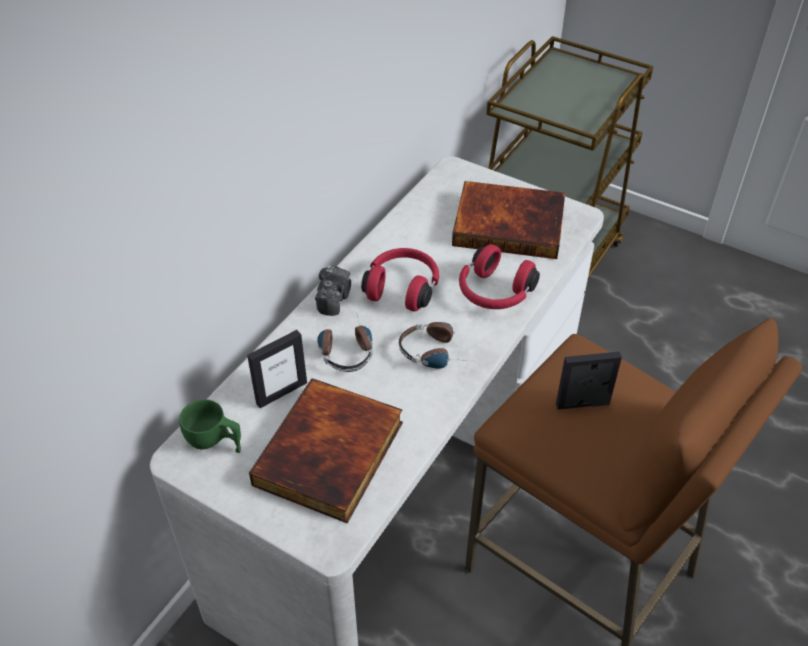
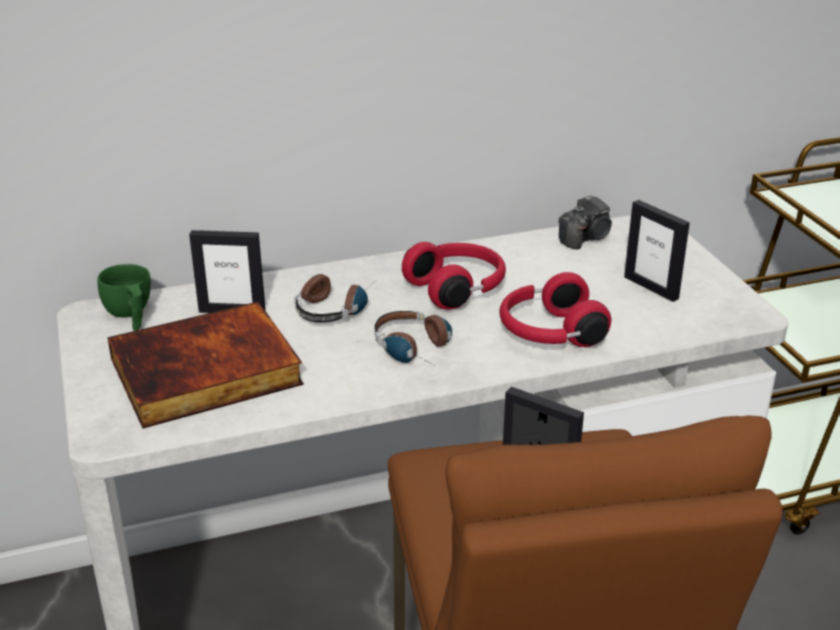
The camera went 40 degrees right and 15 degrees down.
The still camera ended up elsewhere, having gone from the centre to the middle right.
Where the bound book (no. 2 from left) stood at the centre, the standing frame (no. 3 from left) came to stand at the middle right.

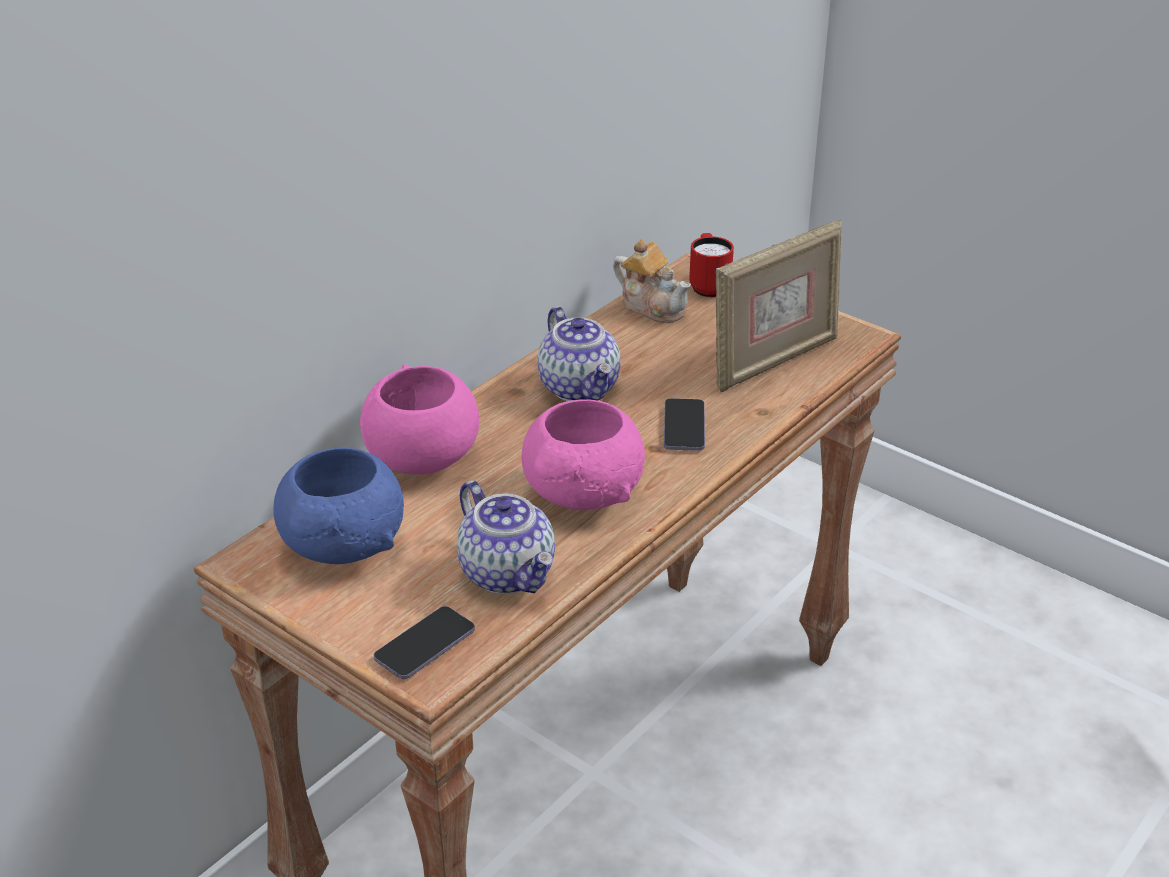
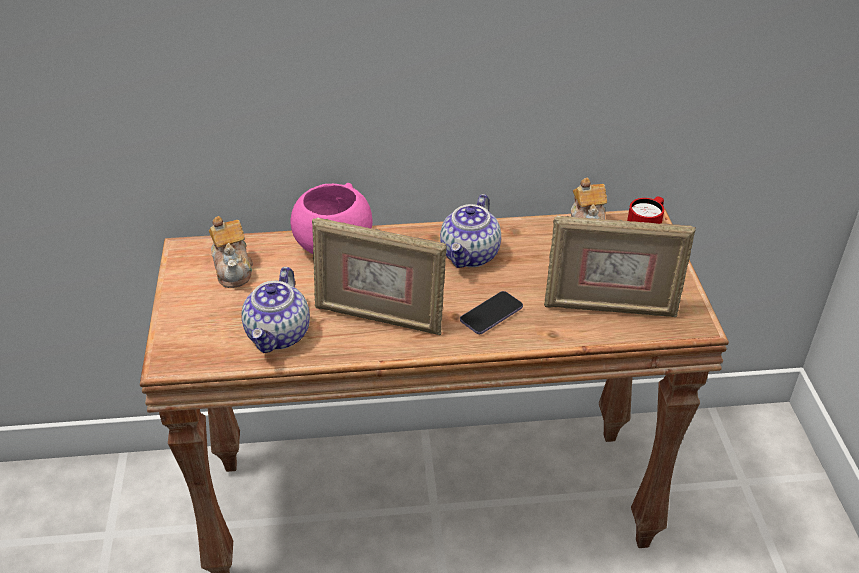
The camera went 45 degrees right and 5 degrees up.
The second view lost the telephone (no. 1 from left) at the bottom centre.
Where the blue-coloured serving bowl stood at the middle left, the tea pot (no. 1 from left) came to stand at the middle left.
Where the pinkish serving bowl (no. 2 from left) stood at the centre, the standing frame (no. 1 from left) came to stand at the centre.

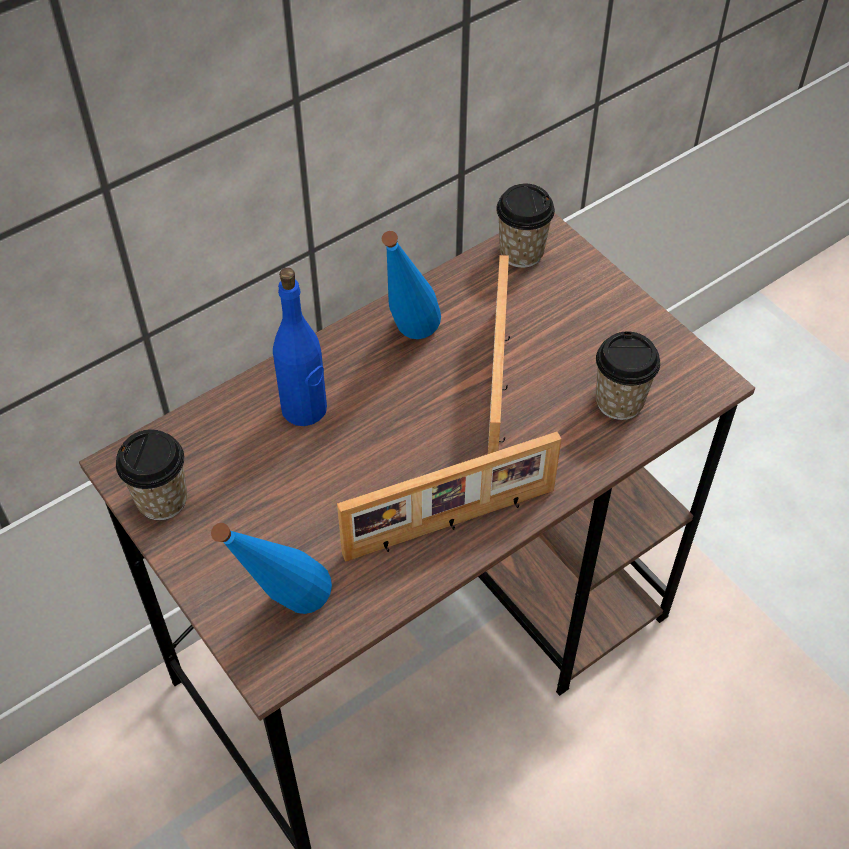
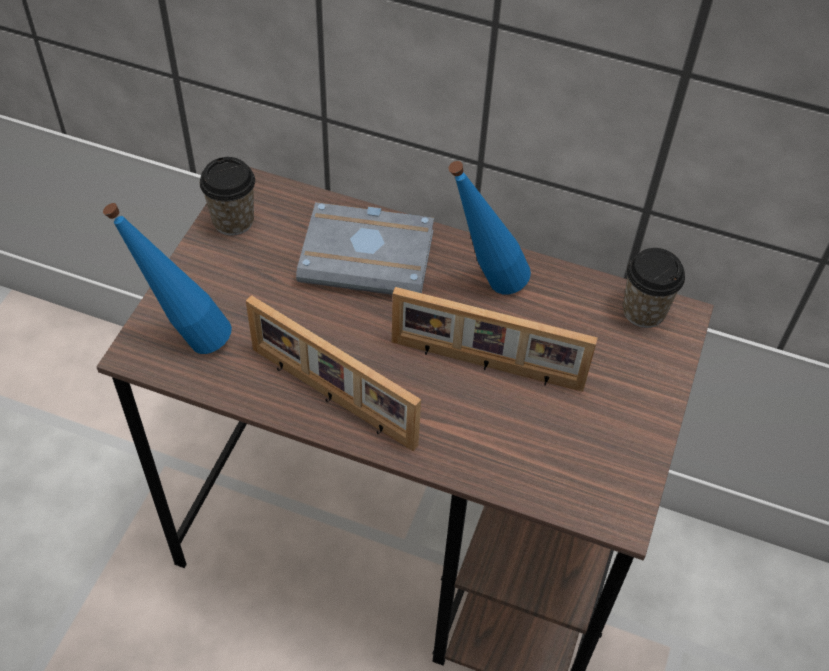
The camera went 55 degrees right and 0 degrees up.
The second view lost the drinking cup (no. 3 from left) at the middle right.
Where the blue-coloured drink bottle (no. 2 from left) stood at the centre, the greyish bound book came to stand at the centre.
The standing frame (no. 2 from left) at the centre ended up facing another way, 45 degrees clockwise from before.

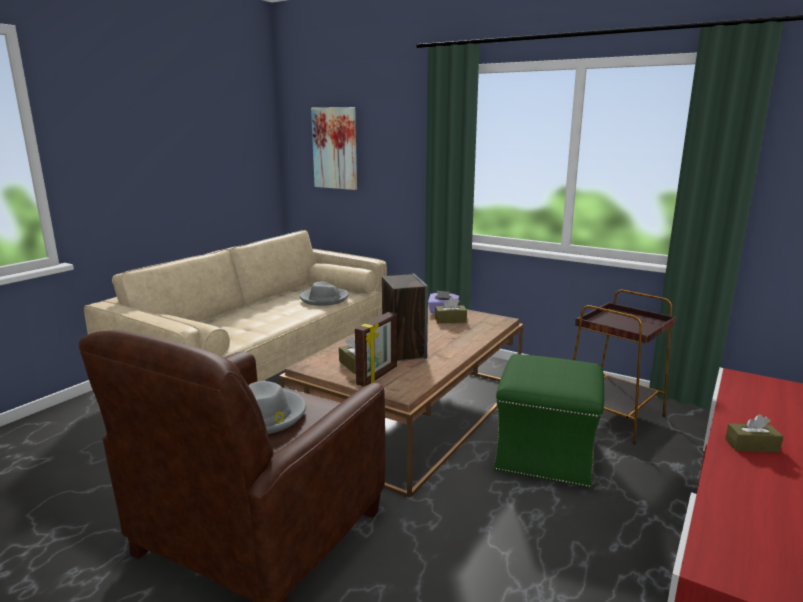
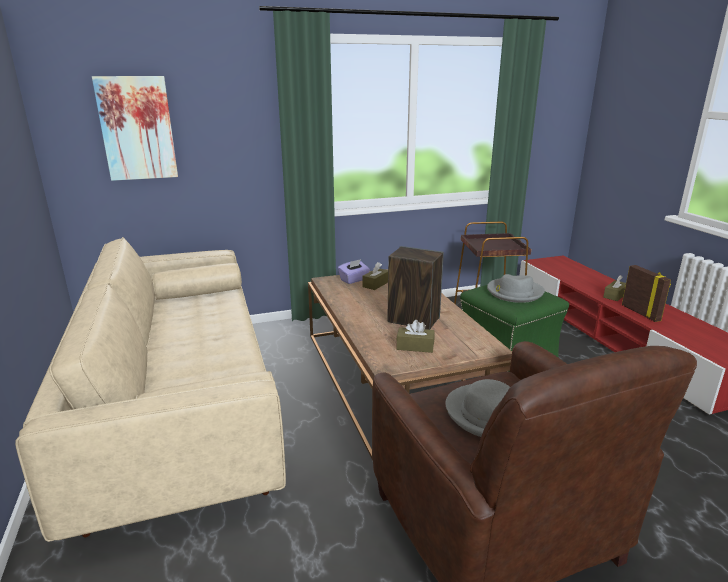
The camera went 50 degrees left and 5 degrees up.
The greyish wearable hat (no. 2 from left) ended up elsewhere, having gone from the centre to the middle right.
The standing frame ended up elsewhere, having gone from the centre to the middle right.

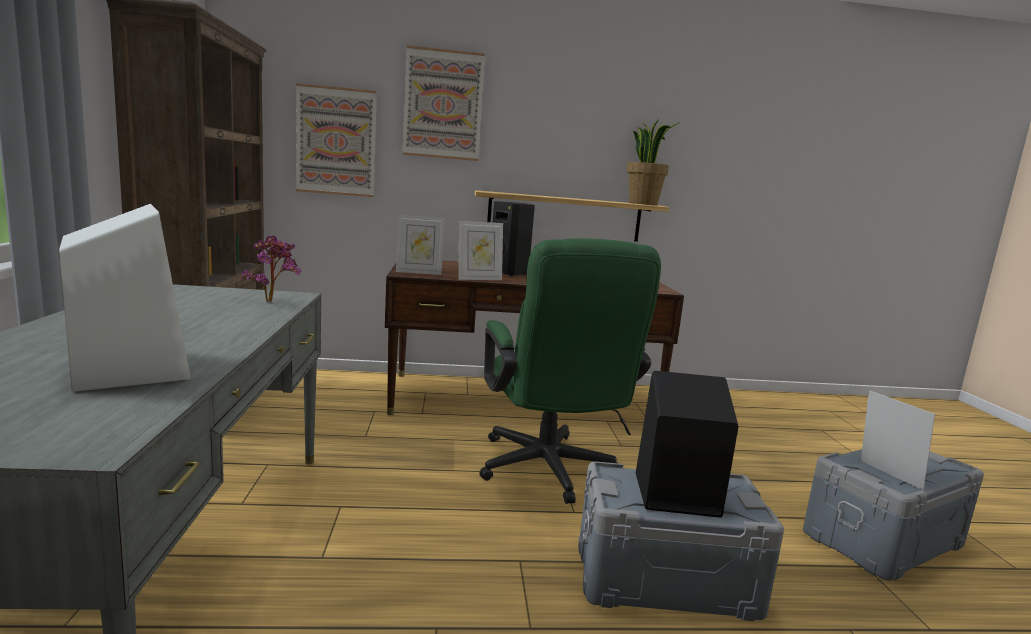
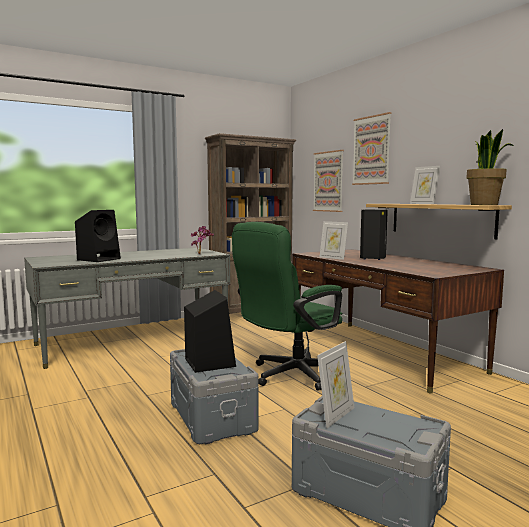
The camera went 65 degrees right and 5 degrees down.
The standing frame (no. 1 from left in the first image) ended up elsewhere, having gone from the centre to the middle right.
What was the white speaker at the middle left turned into the black speaker (no. 1 from left) at the middle left.

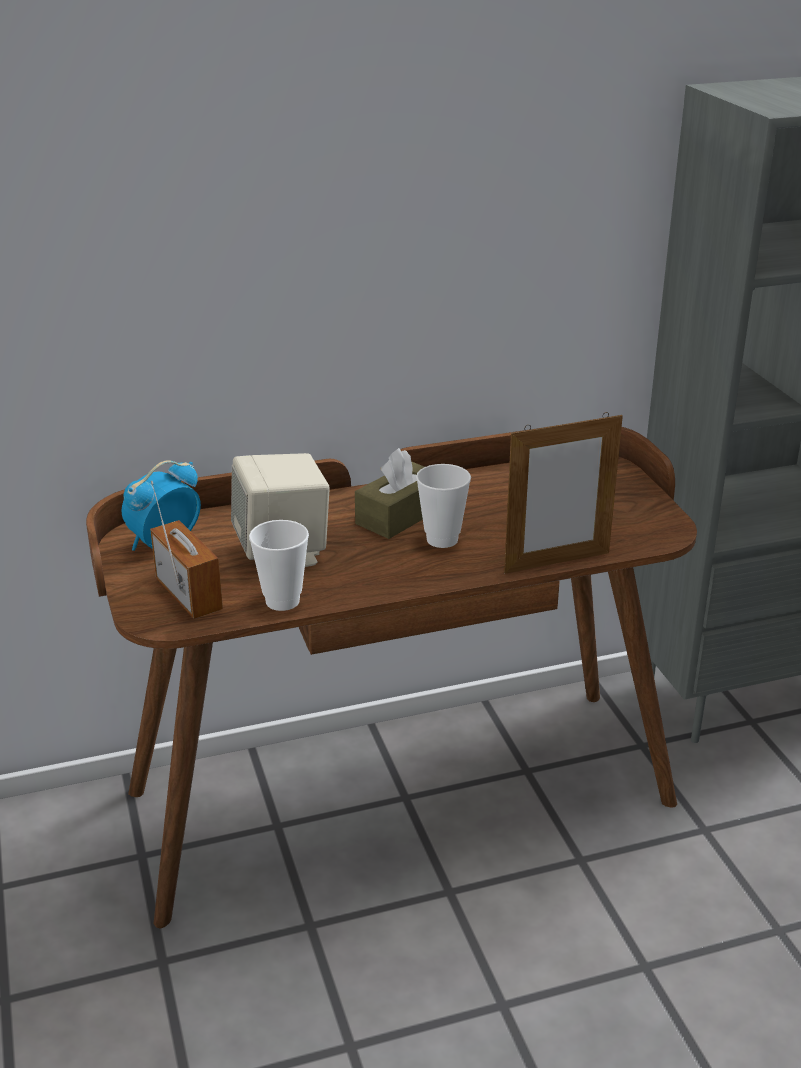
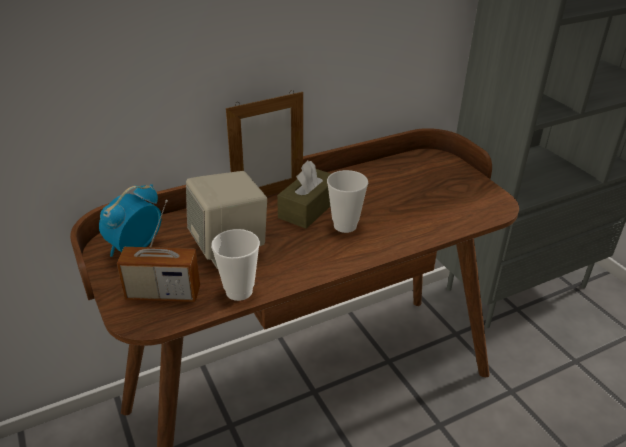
The camera went 10 degrees left and 5 degrees up.
The standing frame ended up elsewhere, having gone from the middle right to the top centre.
The radio set at the middle left ended up facing another way, 135 degrees clockwise from before.

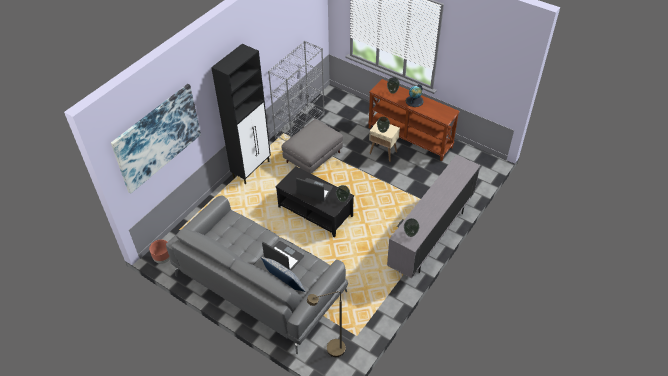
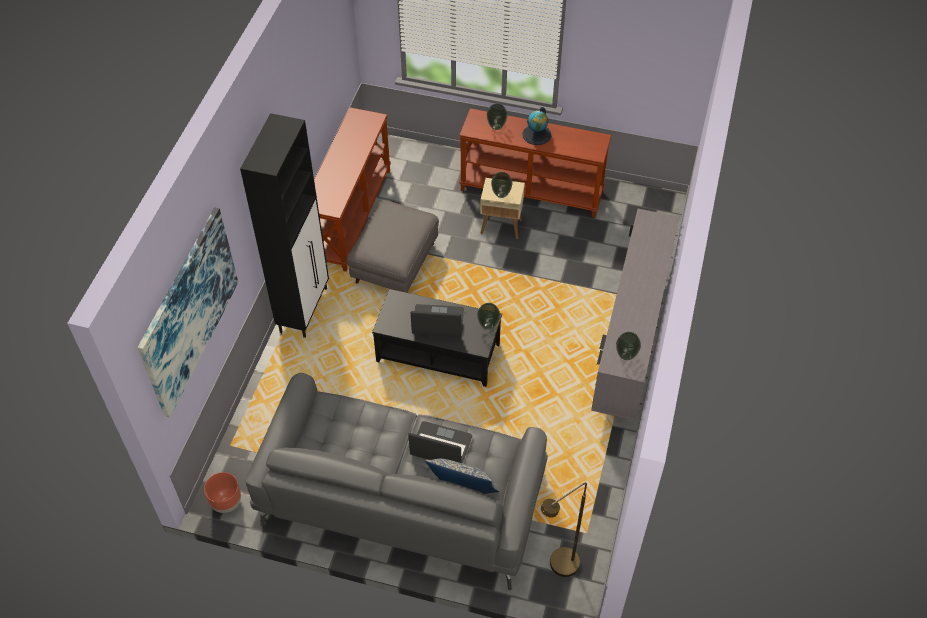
The camera went 20 degrees left and 5 degrees up.
Where the greyish shelving unit stood at the top centre, the brown-coloured console table (no. 1 from left) came to stand at the top centre.

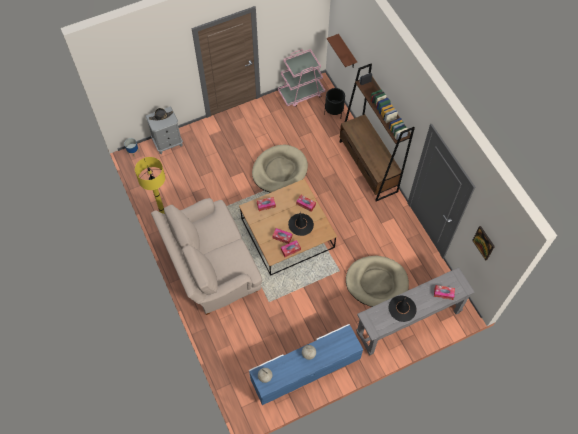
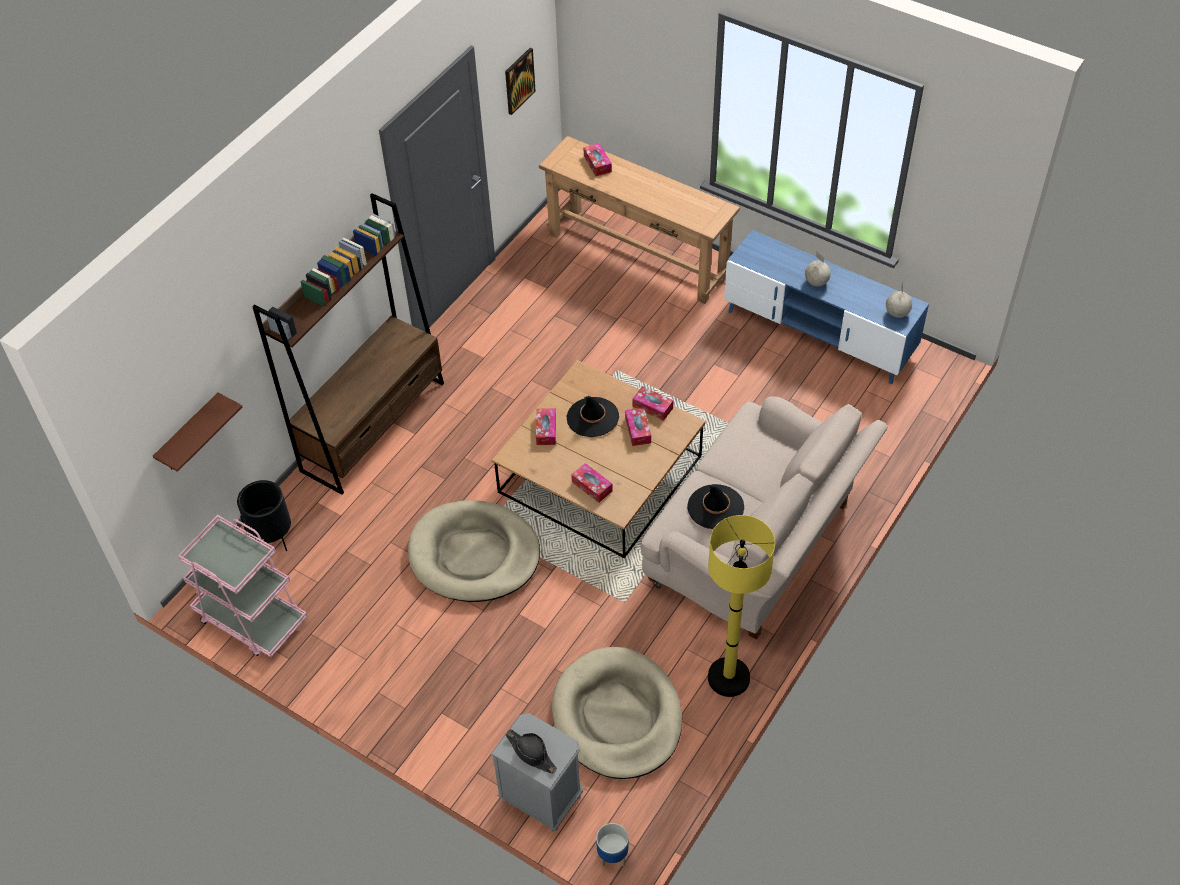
The camera went 120 degrees left and 10 degrees down.
The beige pet bed (no. 2 from left) ended up elsewhere, having gone from the centre to the bottom centre.
The black wearable hat (no. 3 from left) ended up elsewhere, having gone from the bottom right to the centre.
What was the greyish console table at the bottom right turned into the brown-coloured console table at the top centre.

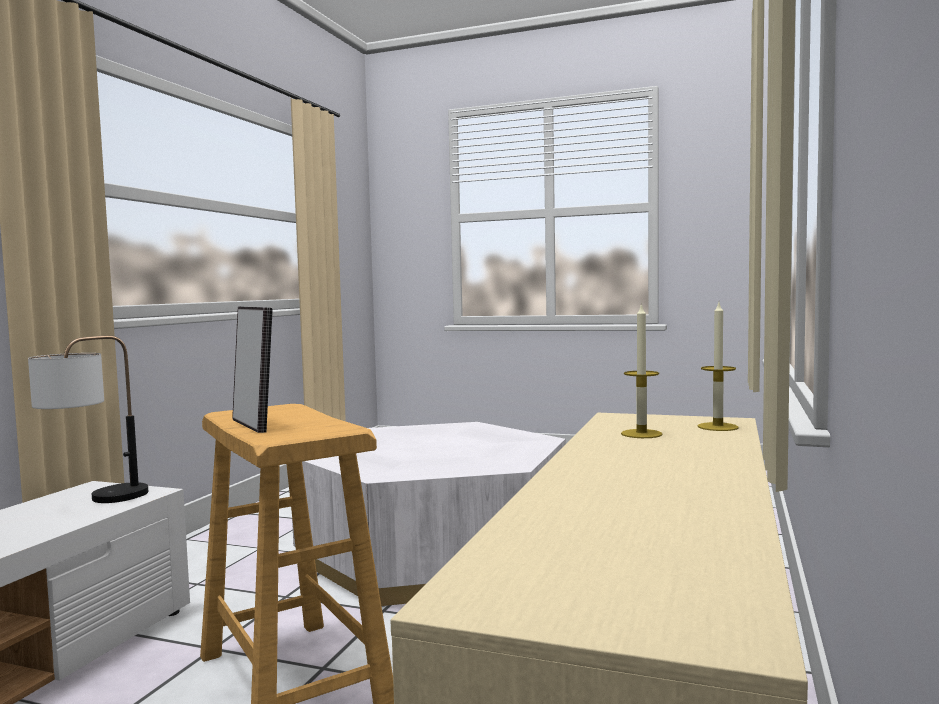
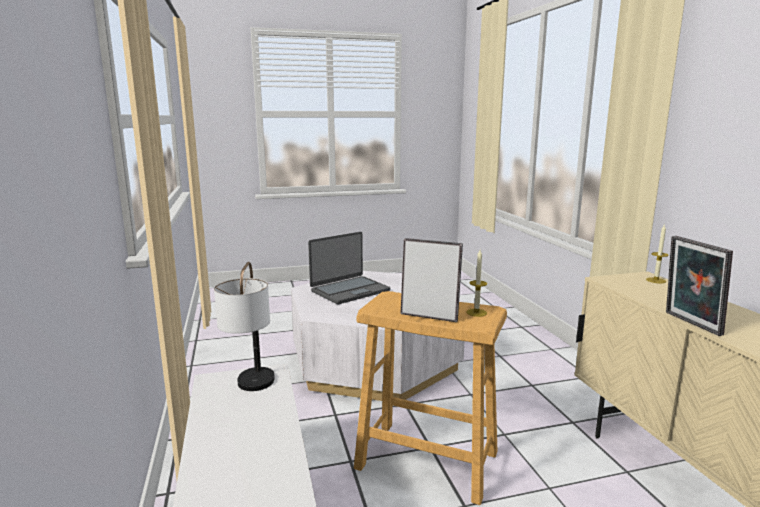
The camera went 35 degrees left and 10 degrees up.
The second view gained the portable computer at the centre.
The second view gained the standing frame (no. 2 from left) at the middle right.
The wax candle (no. 1 from left) ended up elsewhere, having gone from the middle right to the centre.

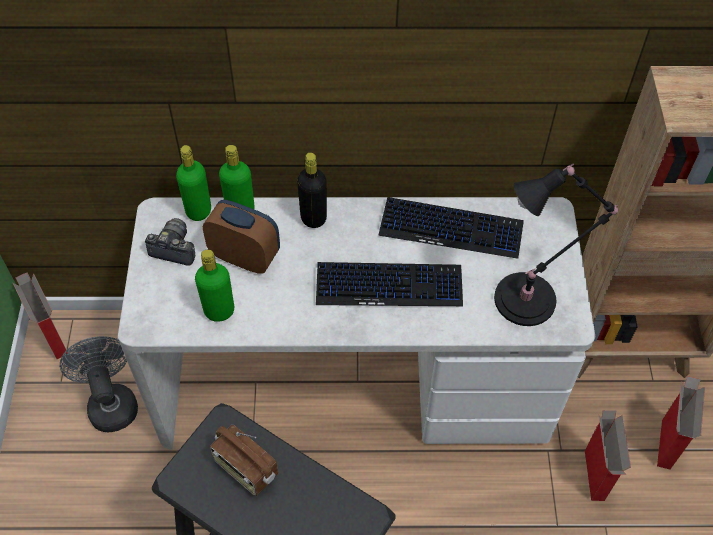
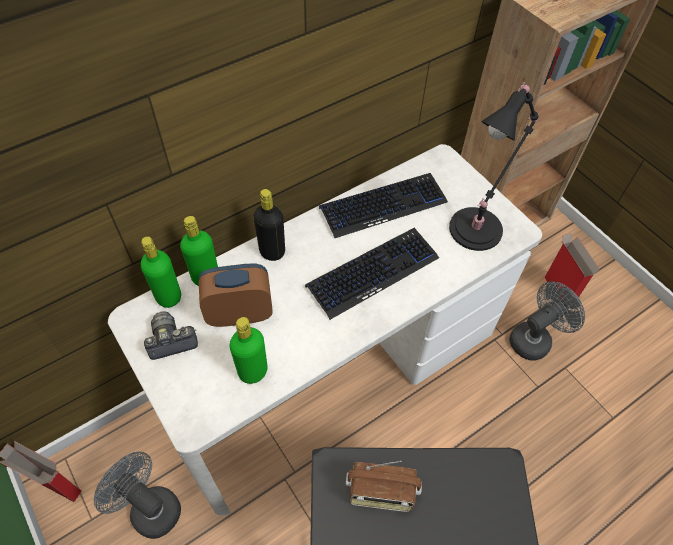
The camera went 35 degrees left and 0 degrees up.
Where the packing box (no. 2 from left) stood at the bottom right, the greyish electric fan (no. 2 from left) came to stand at the middle right.

